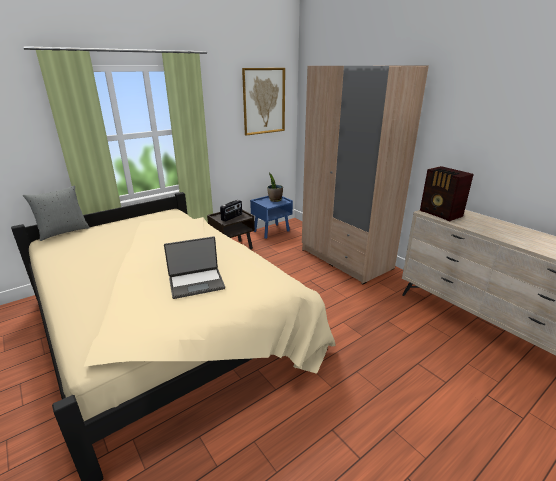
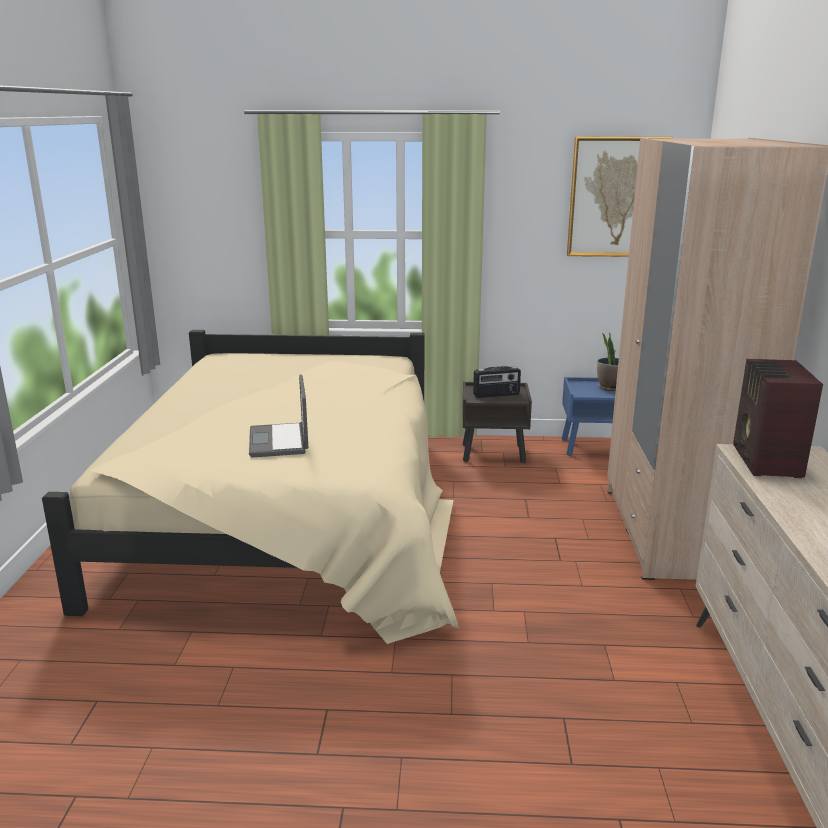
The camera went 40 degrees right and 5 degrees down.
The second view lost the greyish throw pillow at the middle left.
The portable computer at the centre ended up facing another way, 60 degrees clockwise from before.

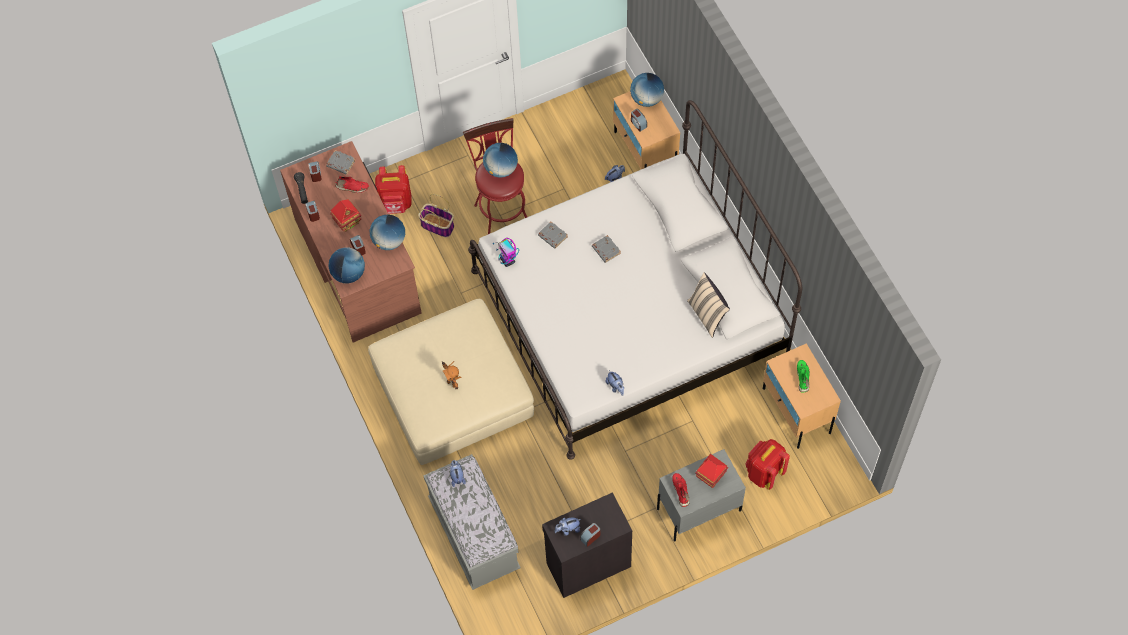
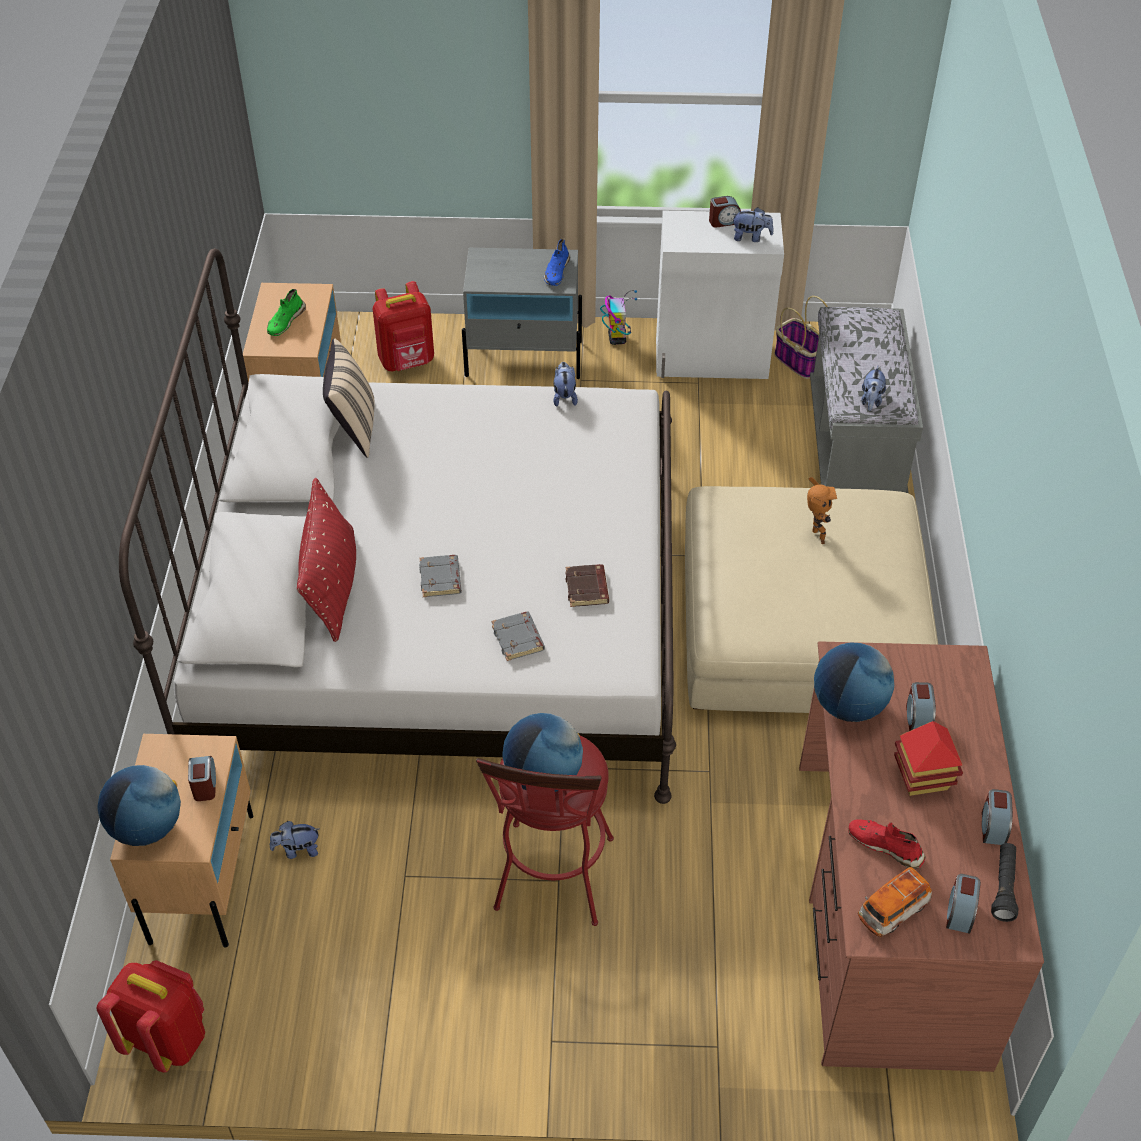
The camera went 155 degrees left and 15 degrees down.
The second view lost the globe (no. 1 from left) at the middle left.
The second view lost the model house (no. 2 from left) at the bottom centre.
The second view gained the reddish throw pillow at the middle left.
The second view gained the brown-coloured bound book at the centre.
The reddish knapsack (no. 1 from left) ended up elsewhere, having gone from the top centre to the bottom left.
The basket ended up elsewhere, having gone from the centre to the top right.
The robot figure (no. 2 from left in the first image) ended up elsewhere, having gone from the centre to the top centre.
Where the greyish bound book (no. 1 from left) stood at the top left, the toy car came to stand at the bottom right.
What was the black cupboard at the bottom centre turned into the white cupboard at the top centre.
What was the reddish item of footwear (no. 2 from left) at the bottom centre turned into the blue-coloured item of footwear at the top centre.

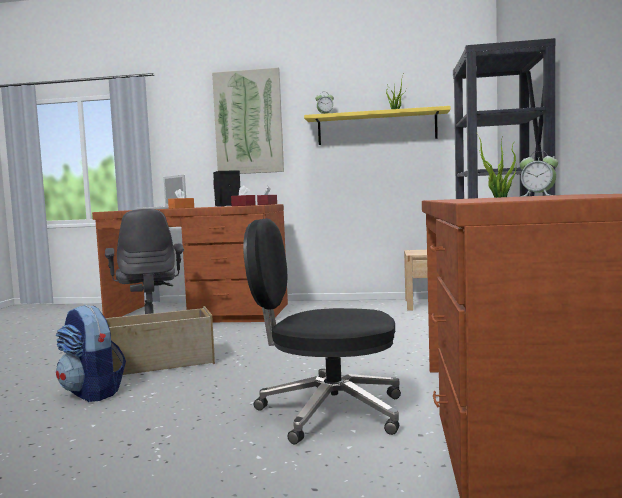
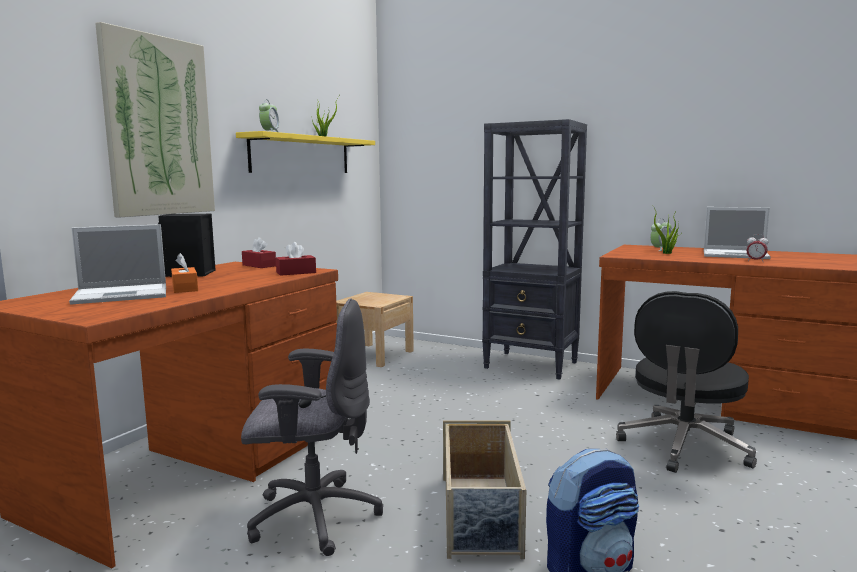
The camera went 70 degrees left and 5 degrees up.
The second view gained the portable computer (no. 2 from left) at the middle right.
The second view gained the bedside clock (no. 3 from left) at the middle right.

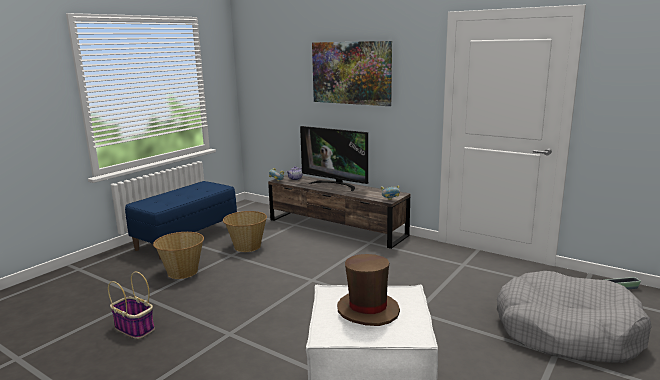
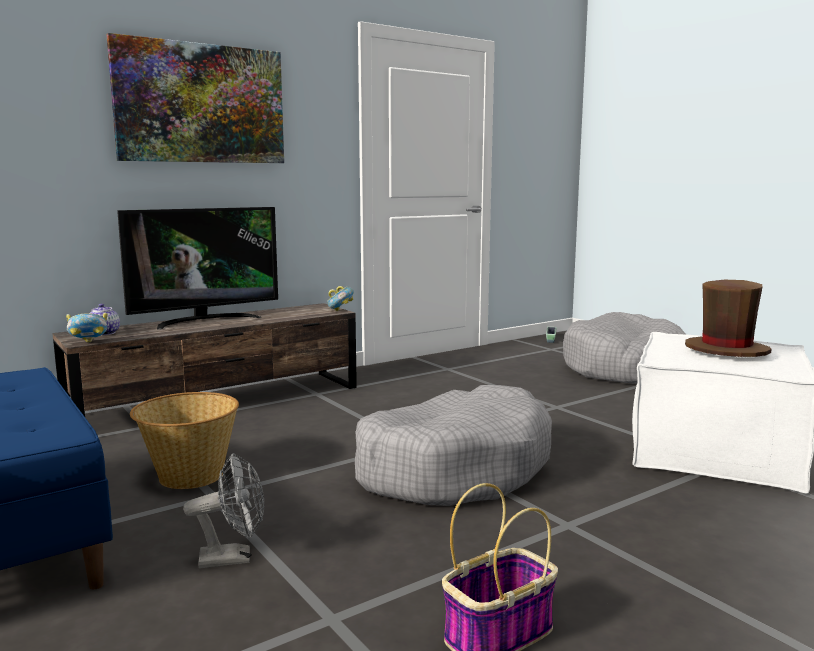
The camera went 70 degrees left and 5 degrees down.
The second view gained the greyish pet bed (no. 1 from left) at the bottom centre.
Where the basket (no. 2 from left) stood at the bottom left, the greyish electric fan came to stand at the bottom left.

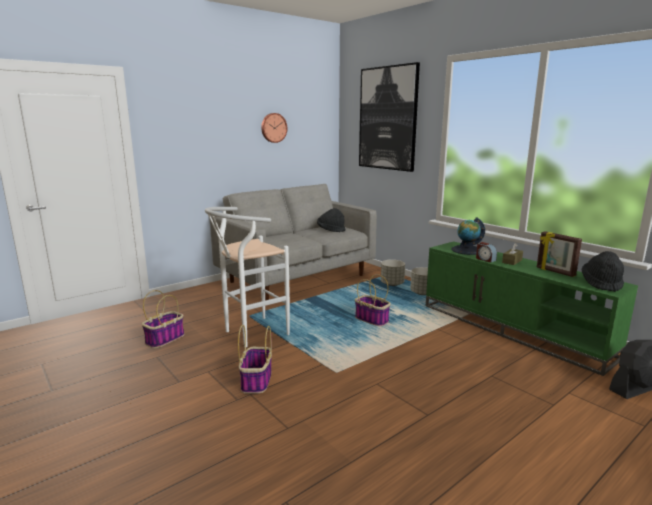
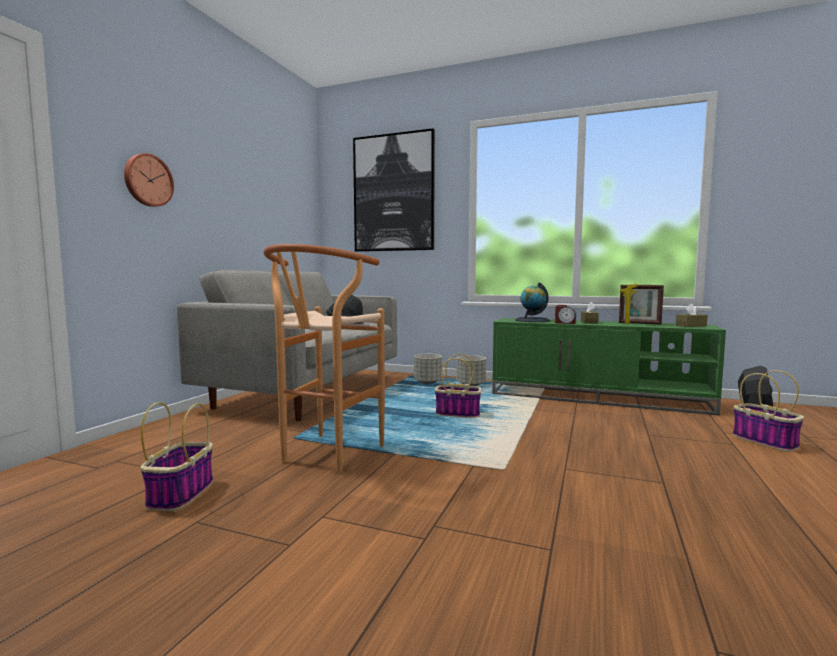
The camera went 30 degrees left and 10 degrees down.
The basket (no. 2 from left in the first image) ended up elsewhere, having gone from the bottom centre to the middle right.
The wall clock ended up elsewhere, having gone from the top centre to the top left.
Where the black wearable hat (no. 2 from left) stood at the middle right, the brown-coloured box of tissues (no. 2 from left) came to stand at the middle right.
What was the white stool at the centre turned into the brown-coloured stool at the centre.

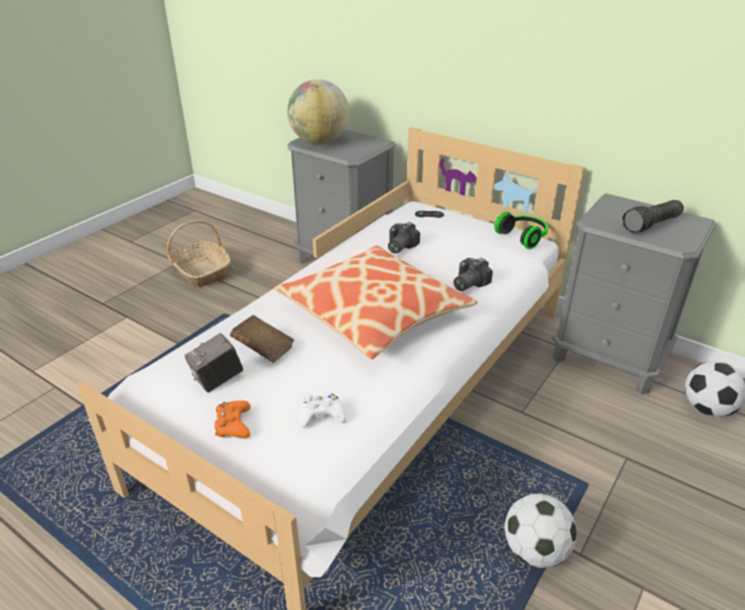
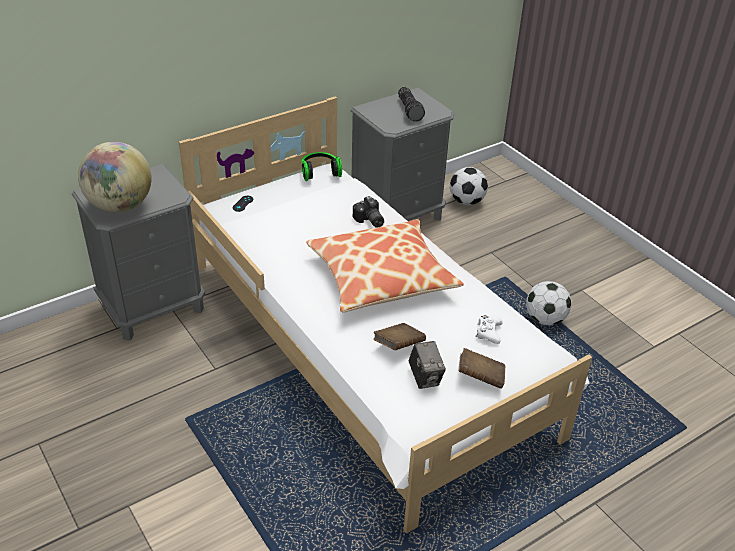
The camera went 70 degrees left and 5 degrees up.
The second view lost the basket at the middle left.
The second view lost the still camera (no. 2 from left) at the centre.
Where the orange game controller stood at the bottom left, the brown-coloured bound book (no. 2 from left) came to stand at the bottom centre.

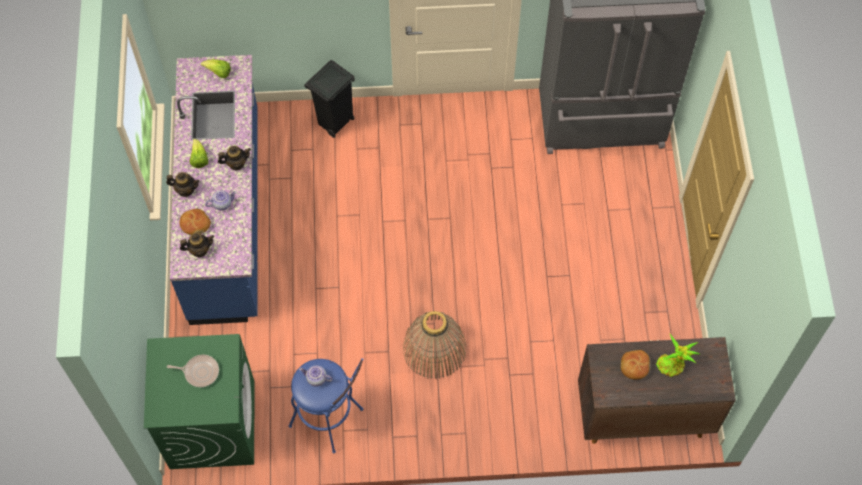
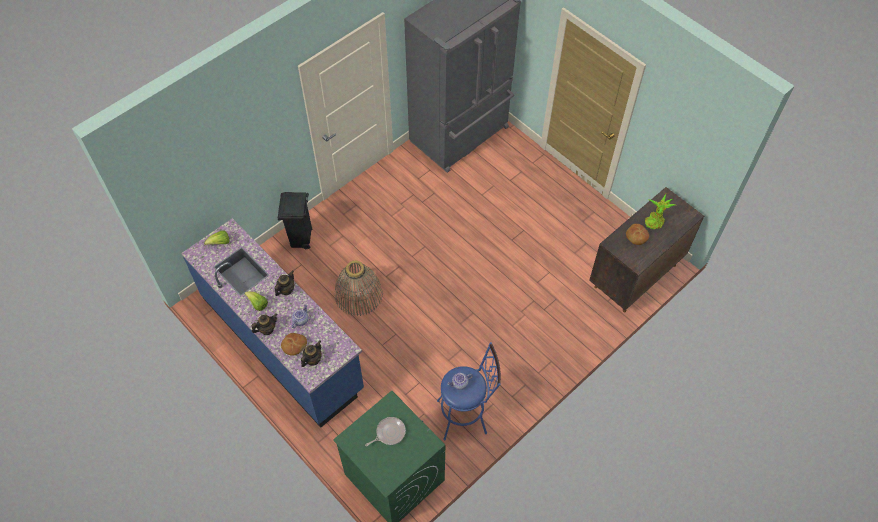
The camera went 40 degrees left and 5 degrees down.
The basket ended up elsewhere, having gone from the bottom centre to the centre.

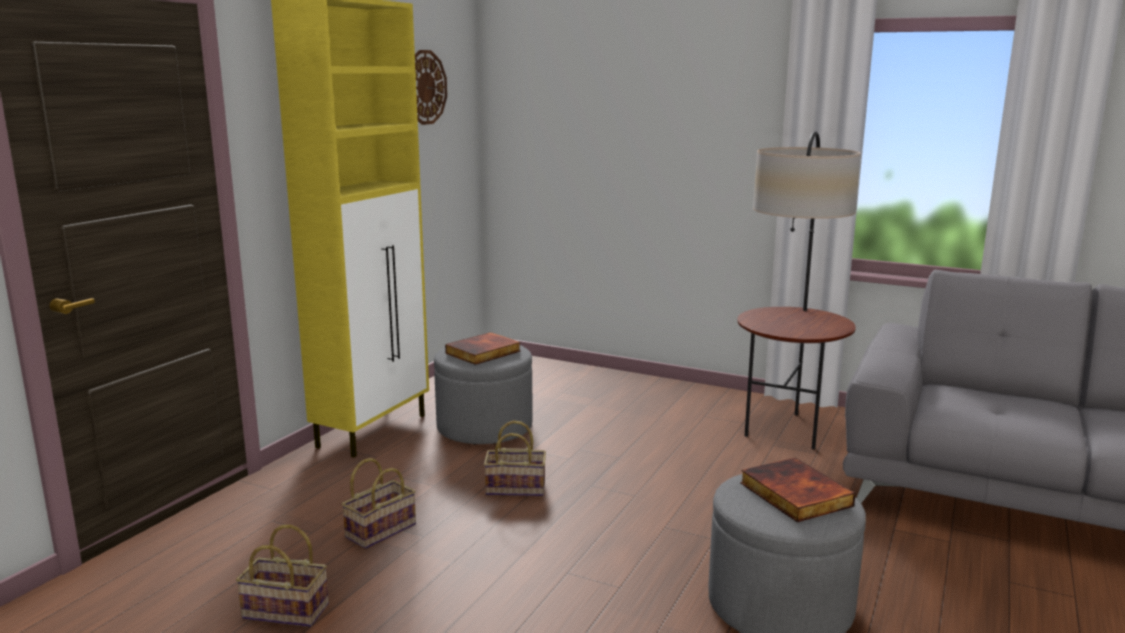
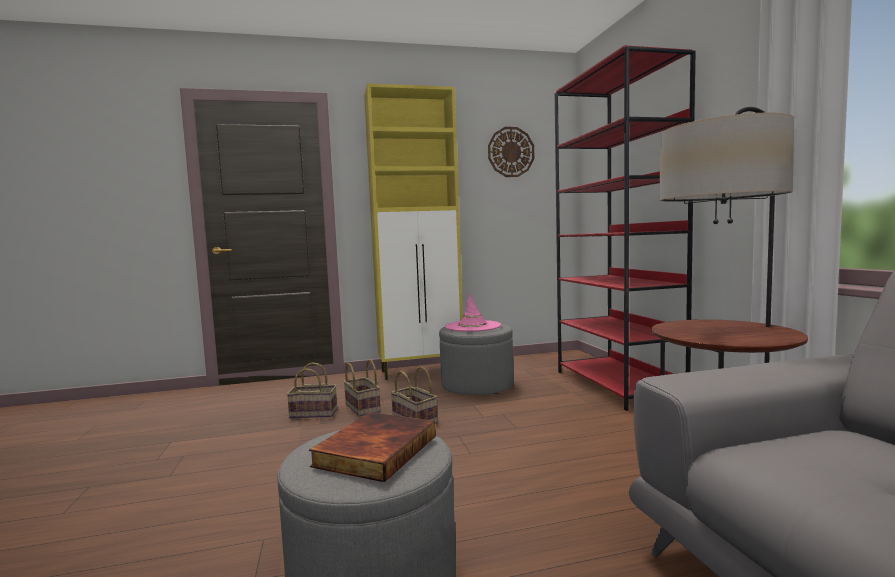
The camera went 50 degrees right and 10 degrees down.
The second view gained the reddish shelving unit at the middle right.
The basket (no. 1 from left in the first image) ended up elsewhere, having gone from the bottom left to the bottom centre.
Where the bound book (no. 1 from left) stood at the centre, the pinkish wearable hat came to stand at the centre.

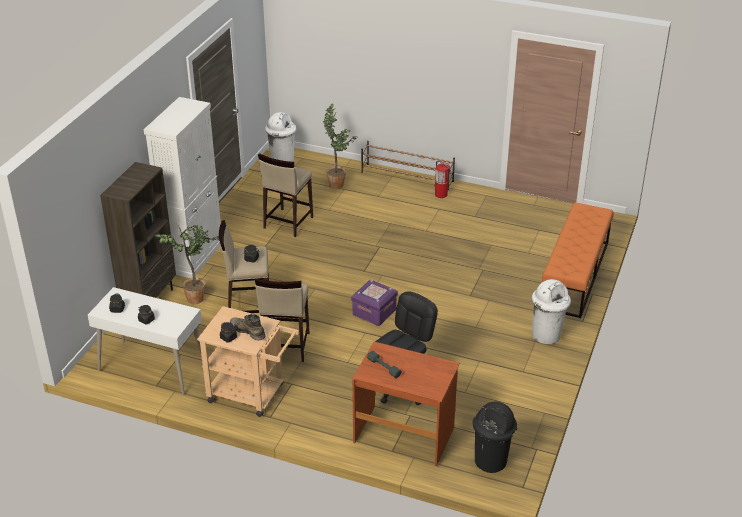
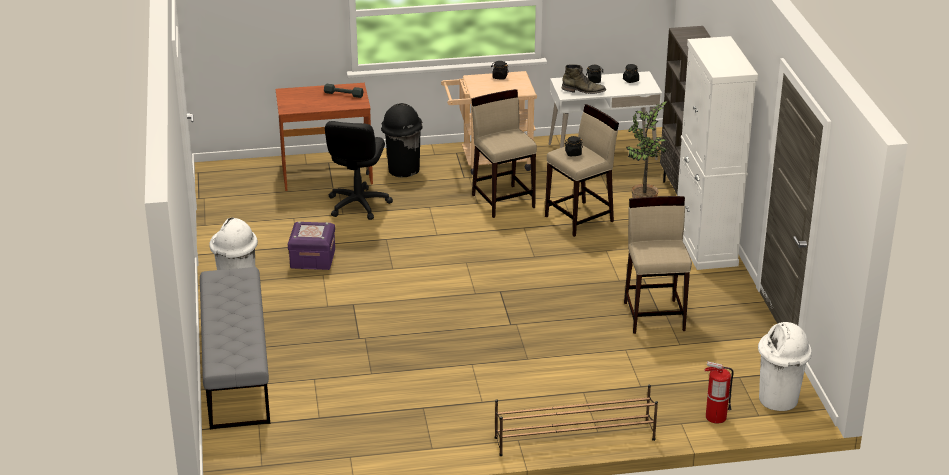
The camera went 150 degrees right and 5 degrees down.
The second view lost the houseplant (no. 2 from left) at the top centre.
The greenish high-top boot ended up elsewhere, having gone from the centre to the top centre.
The purplish storage box ended up elsewhere, having gone from the centre to the middle left.
The fire-fighting cylinder ended up elsewhere, having gone from the centre to the bottom right.
The black rubbish bin ended up elsewhere, having gone from the bottom right to the top centre.
What was the orange bench at the middle right turned into the greyish bench at the bottom left.

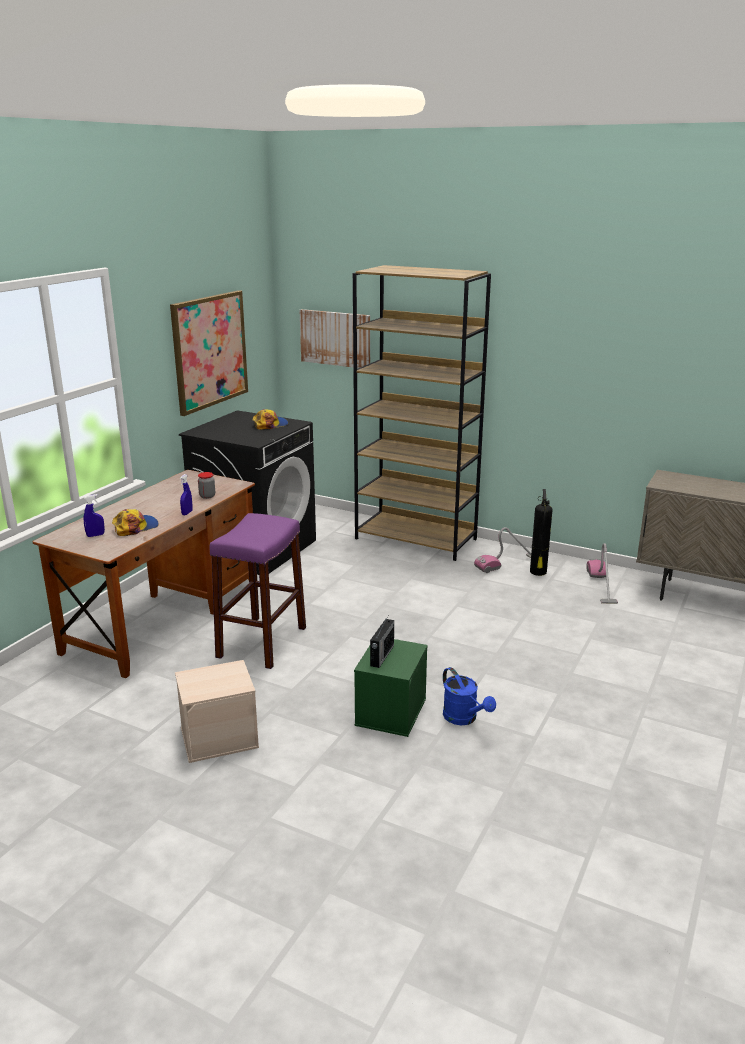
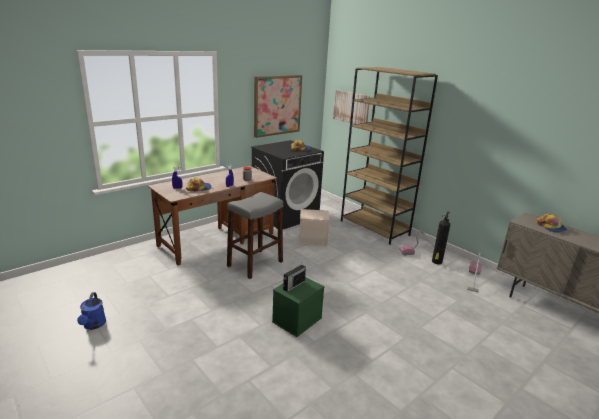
The camera went 20 degrees right and 0 degrees up.
The second view gained the cap (no. 3 from left) at the middle right.
The beige storage box ended up elsewhere, having gone from the bottom left to the centre.
The blue-coloured sprinkling can ended up elsewhere, having gone from the bottom centre to the bottom left.
What was the purplish stool at the centre turned into the greyish stool at the centre.

